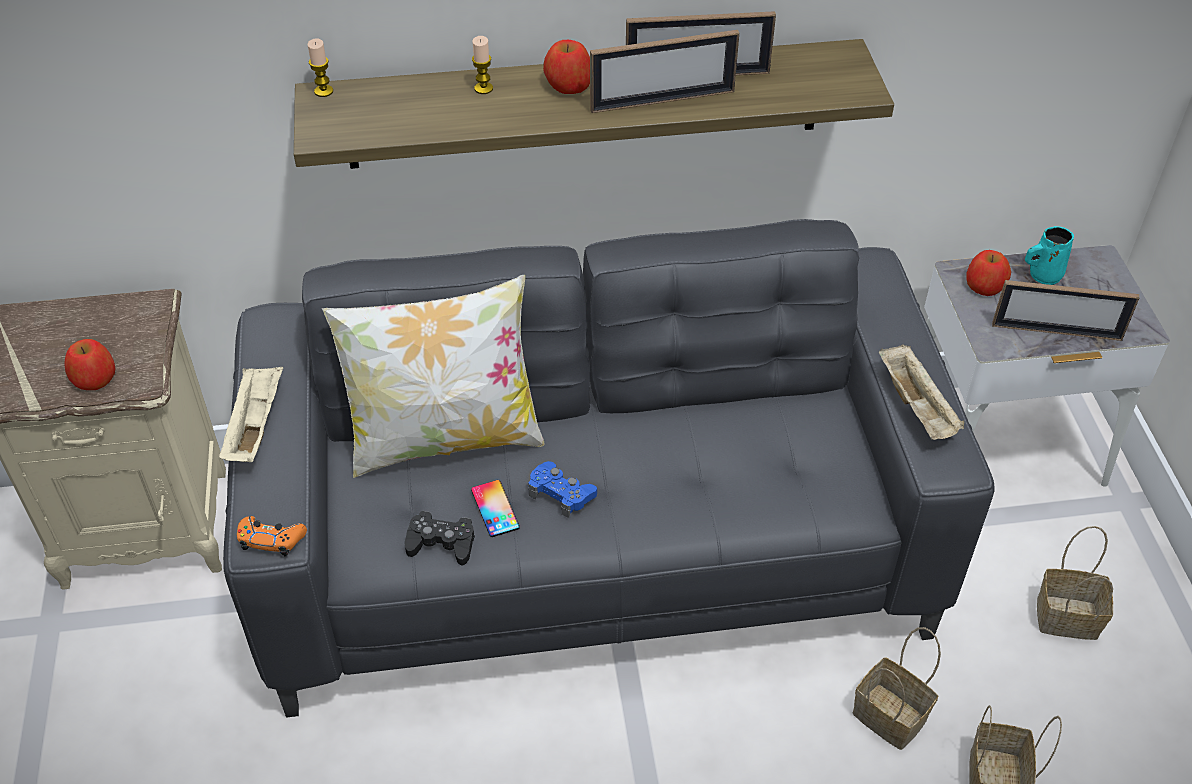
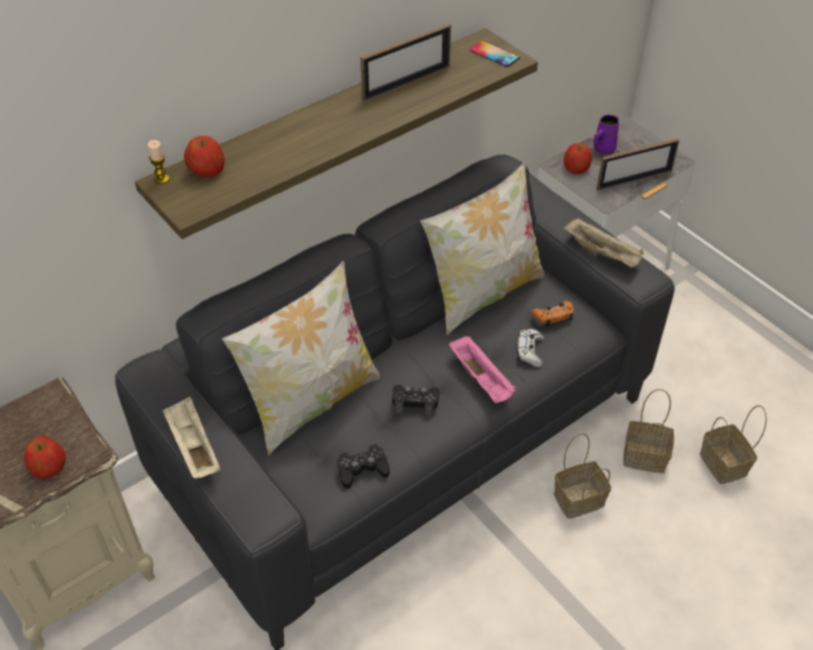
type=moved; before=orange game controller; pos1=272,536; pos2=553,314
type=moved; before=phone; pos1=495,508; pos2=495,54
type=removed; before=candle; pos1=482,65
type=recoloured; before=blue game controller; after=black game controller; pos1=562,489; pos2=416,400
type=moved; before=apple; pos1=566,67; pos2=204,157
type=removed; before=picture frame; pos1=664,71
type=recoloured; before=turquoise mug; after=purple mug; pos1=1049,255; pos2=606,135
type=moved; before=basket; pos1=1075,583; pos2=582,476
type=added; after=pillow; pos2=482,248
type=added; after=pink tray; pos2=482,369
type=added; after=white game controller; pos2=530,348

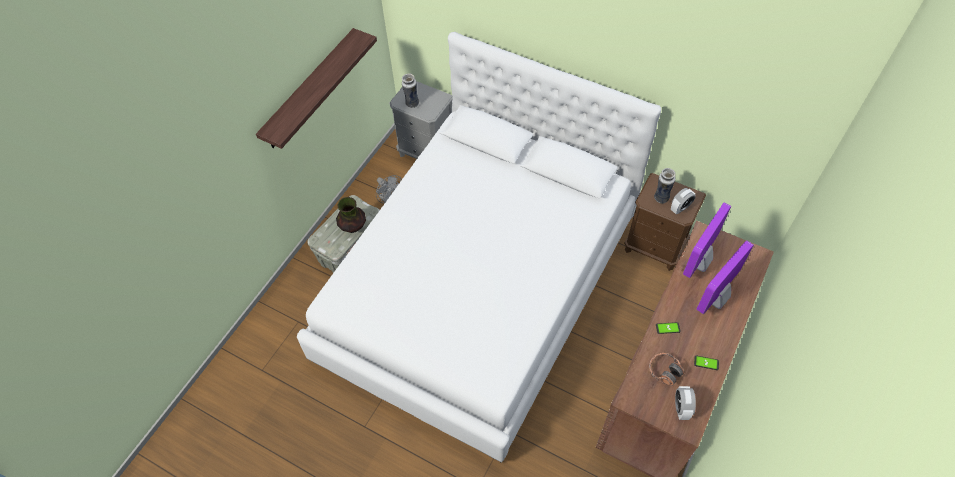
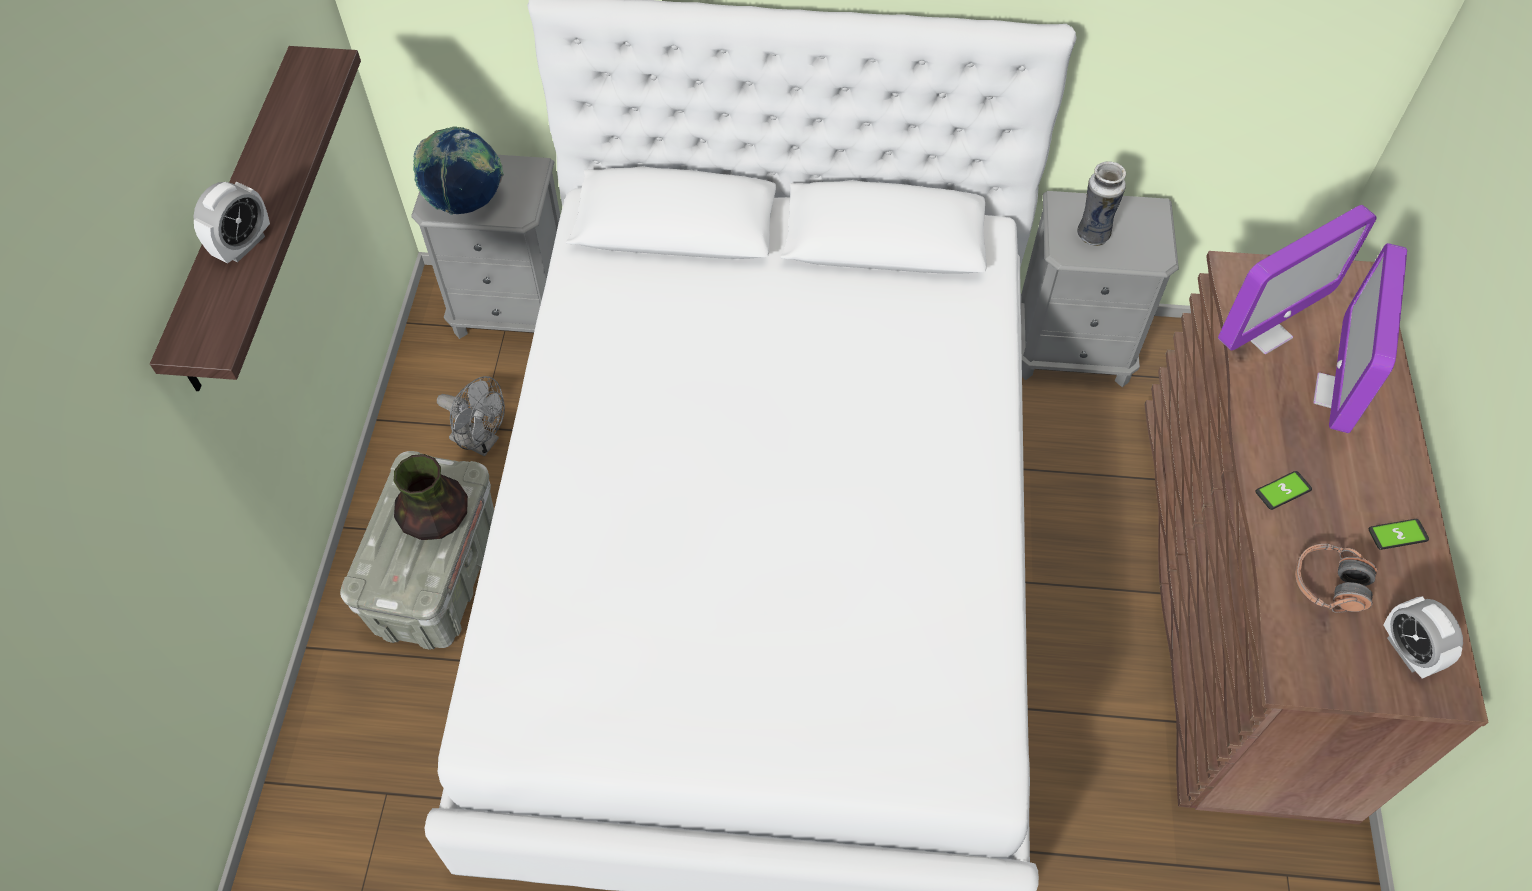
type=replaced; before=vase; after=globe; pos1=410,91; pos2=458,170
type=recoloured; before=brown nightstand; after=grey nightstand; pos1=665,222; pos2=1100,289
type=moved; before=alarm clock; pos1=683,201; pos2=232,222
type=turned; before=monitor; pos1=707,240; pos2=1297,279; turn=-135

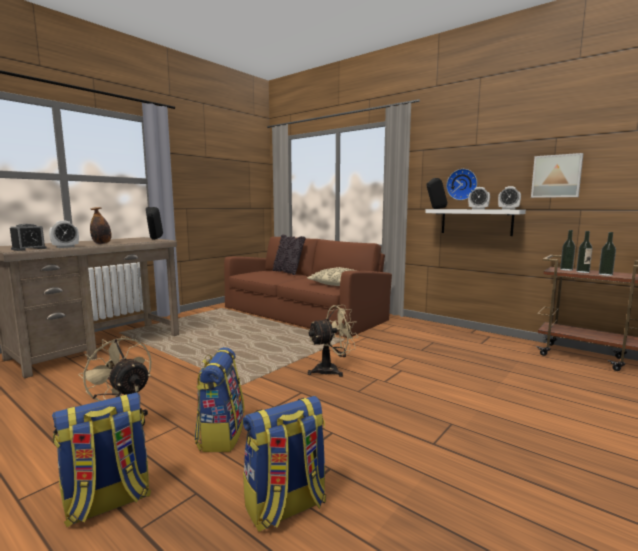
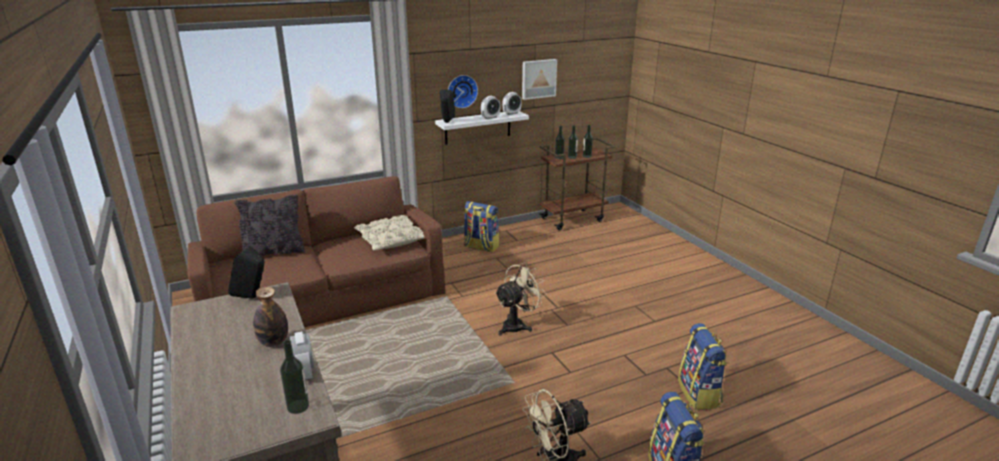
type=replaced; before=alarm clock; after=bottle; pos1=28,237; pos2=294,377
type=moved; before=backpack; pos1=219,399; pos2=481,226
type=turned; before=beige fan; pos1=333,341; pos2=521,299; turn=45

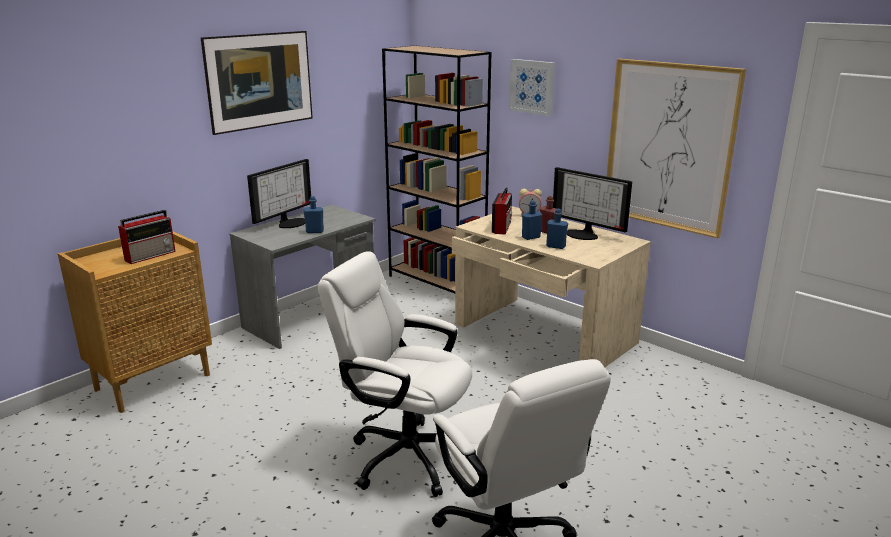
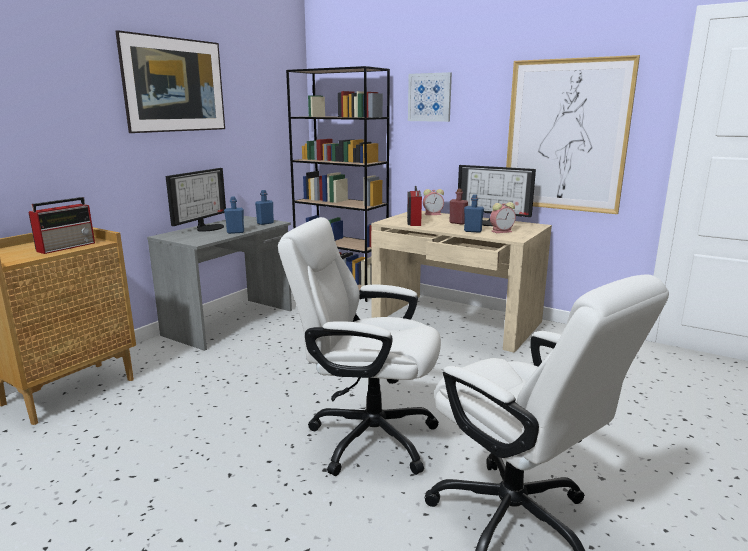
type=moved; before=blue bottle; pos1=532,220; pos2=264,207
type=added; after=alarm clock; pos2=503,217

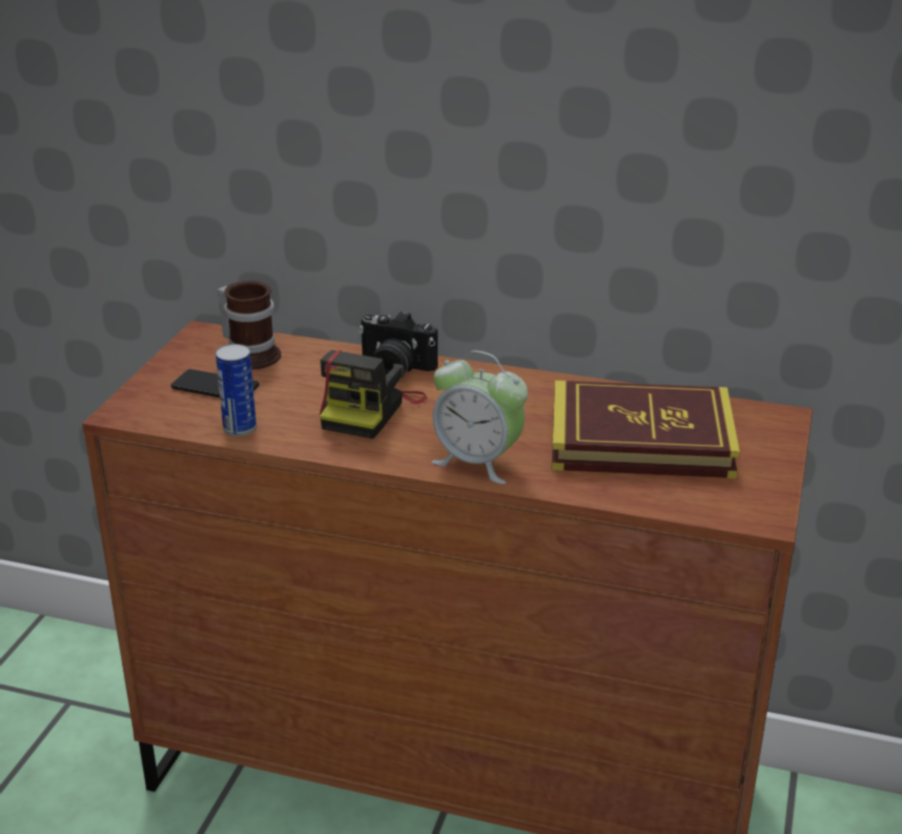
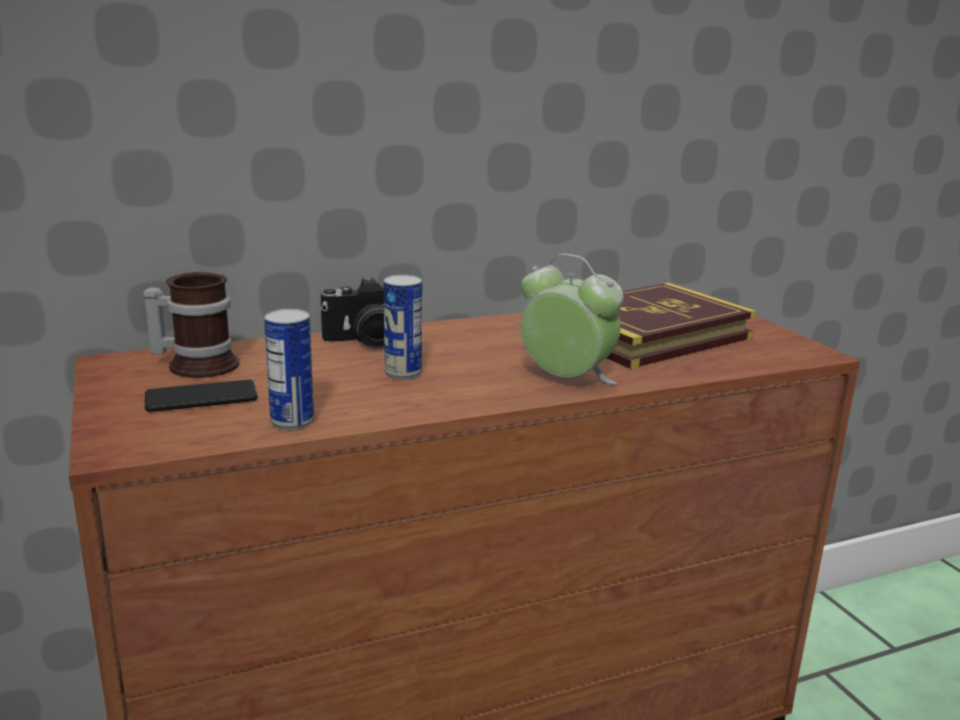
type=replaced; before=photo camera; after=can; pos1=373,394; pos2=403,327
type=turned; before=alarm clock; pos1=480,417; pos2=572,319; turn=-135

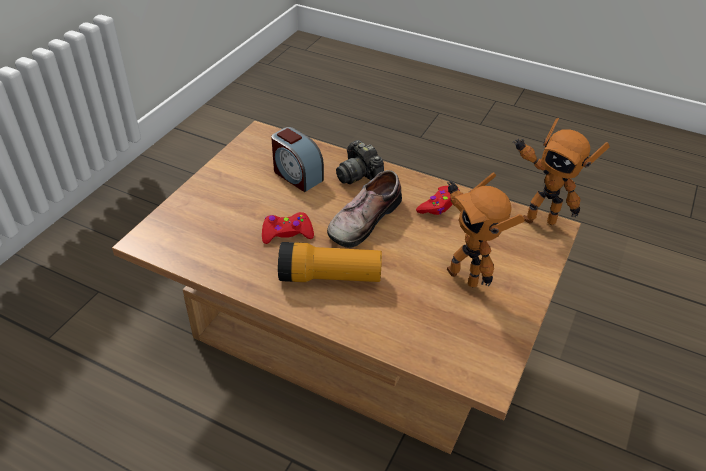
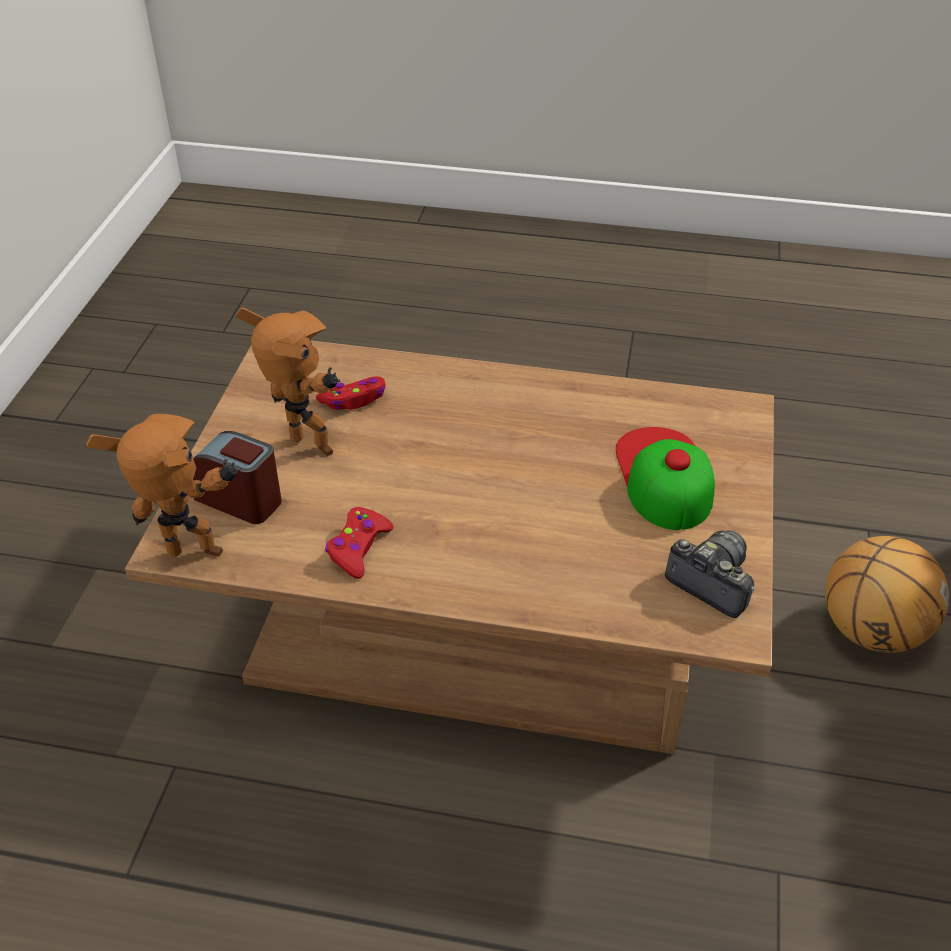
type=moved; before=red game controller; pos1=288,228; pos2=351,393
type=moved; before=alarm clock; pos1=297,159; pos2=237,477
type=removed; before=flashlight; pos1=330,262
type=removed; before=shoe; pos1=364,209
type=moved; before=photo camera; pos1=360,162; pos2=710,574
type=added; after=cap; pos2=665,478
type=added; after=basketball; pos2=887,594

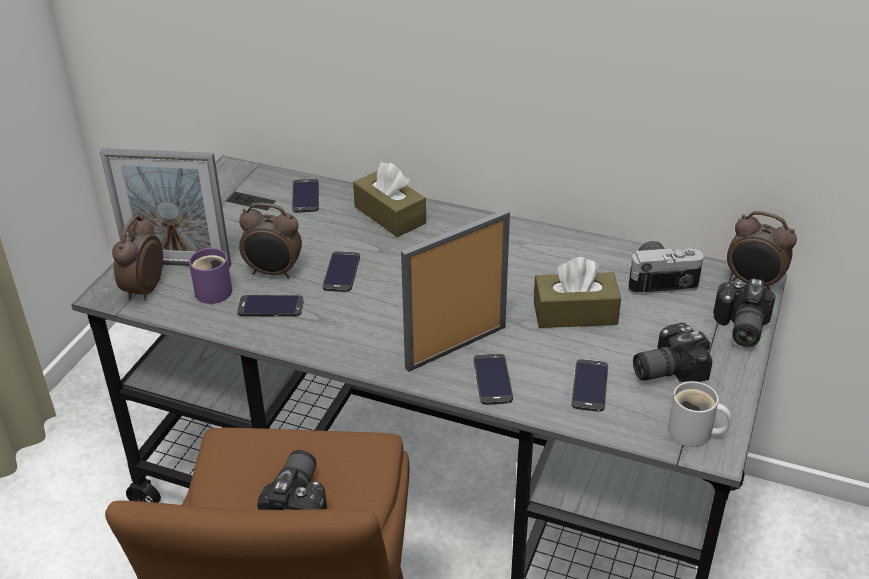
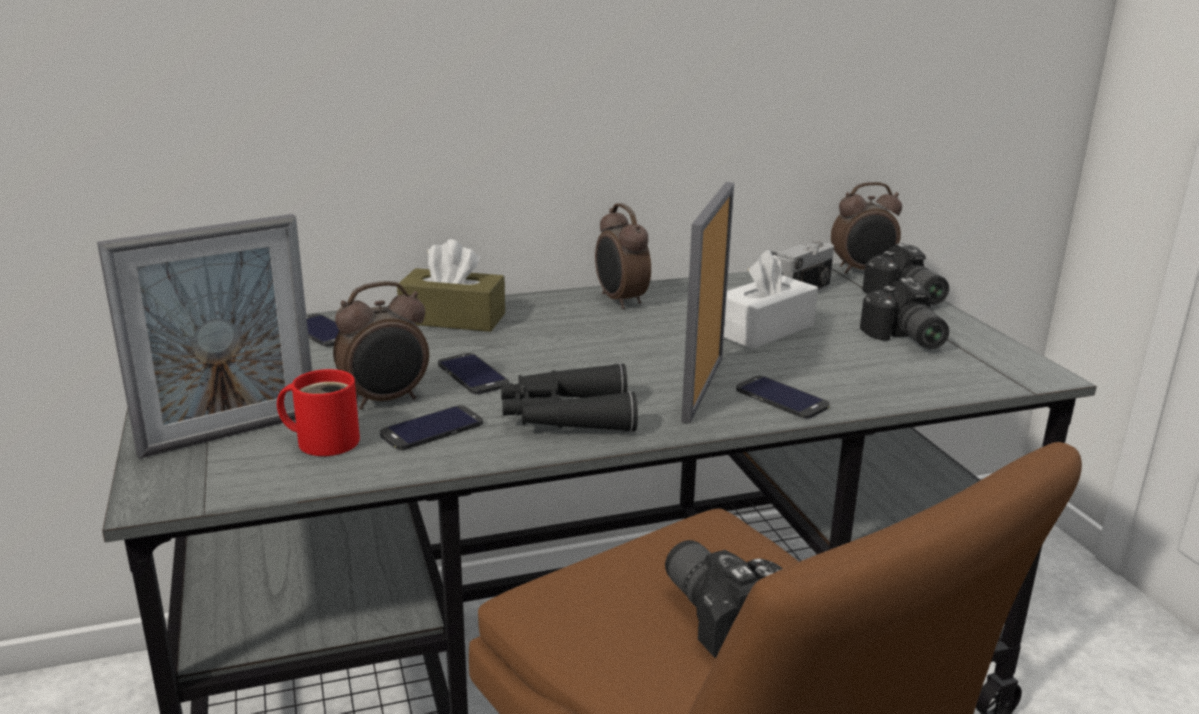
type=moved; before=alarm clock; pos1=137,257; pos2=623,256
type=recoloured; before=purple mug; after=red mug; pos1=210,276; pos2=318,412
type=recoloured; before=brown tissue box; after=white tissue box; pos1=577,292; pos2=771,299
type=removed; before=phone; pos1=589,385
type=turned; before=photo camera; pos1=673,352; pos2=904,313; turn=-45
type=removed; before=white mug; pos1=700,414
type=added; after=black binoculars; pos2=569,397

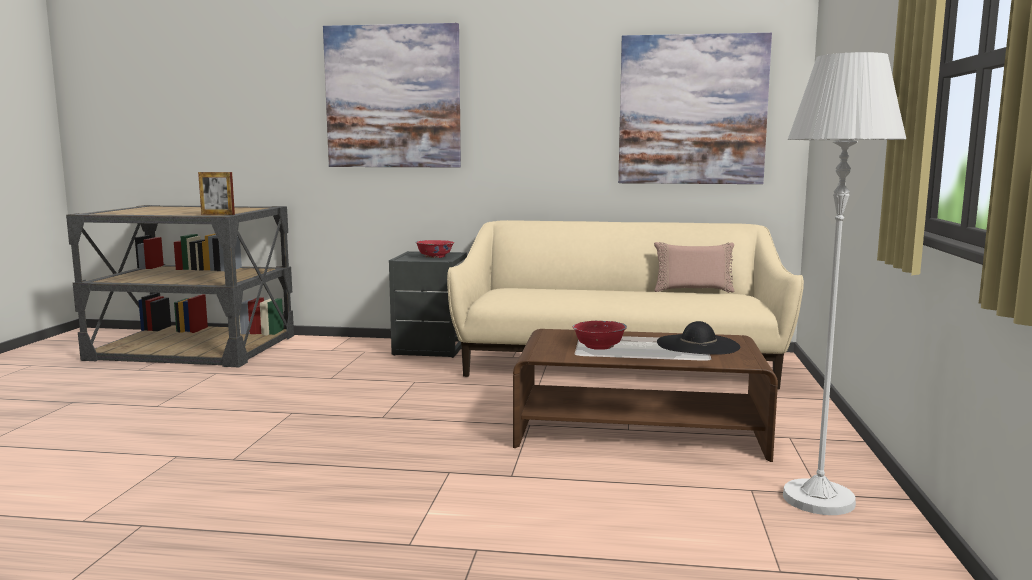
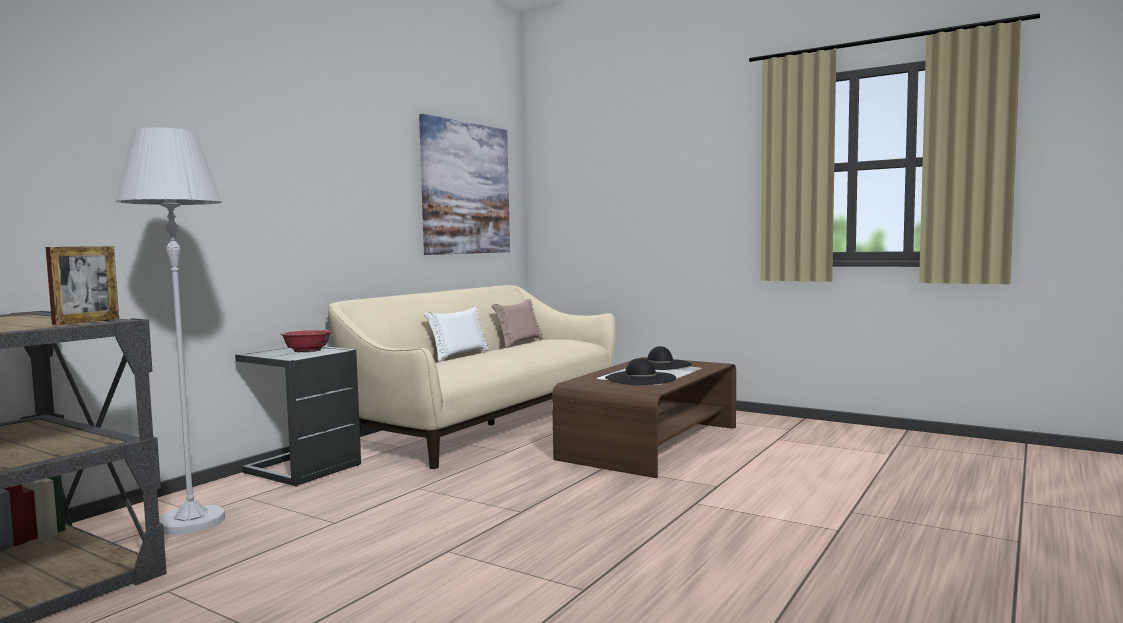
type=removed; before=picture; pos1=392,95
type=replaced; before=red bowl; after=black hat; pos1=600,335; pos2=640,371
type=moved; before=white floor lamp; pos1=844,283; pos2=170,331
type=added; after=white pillow; pos2=456,334

